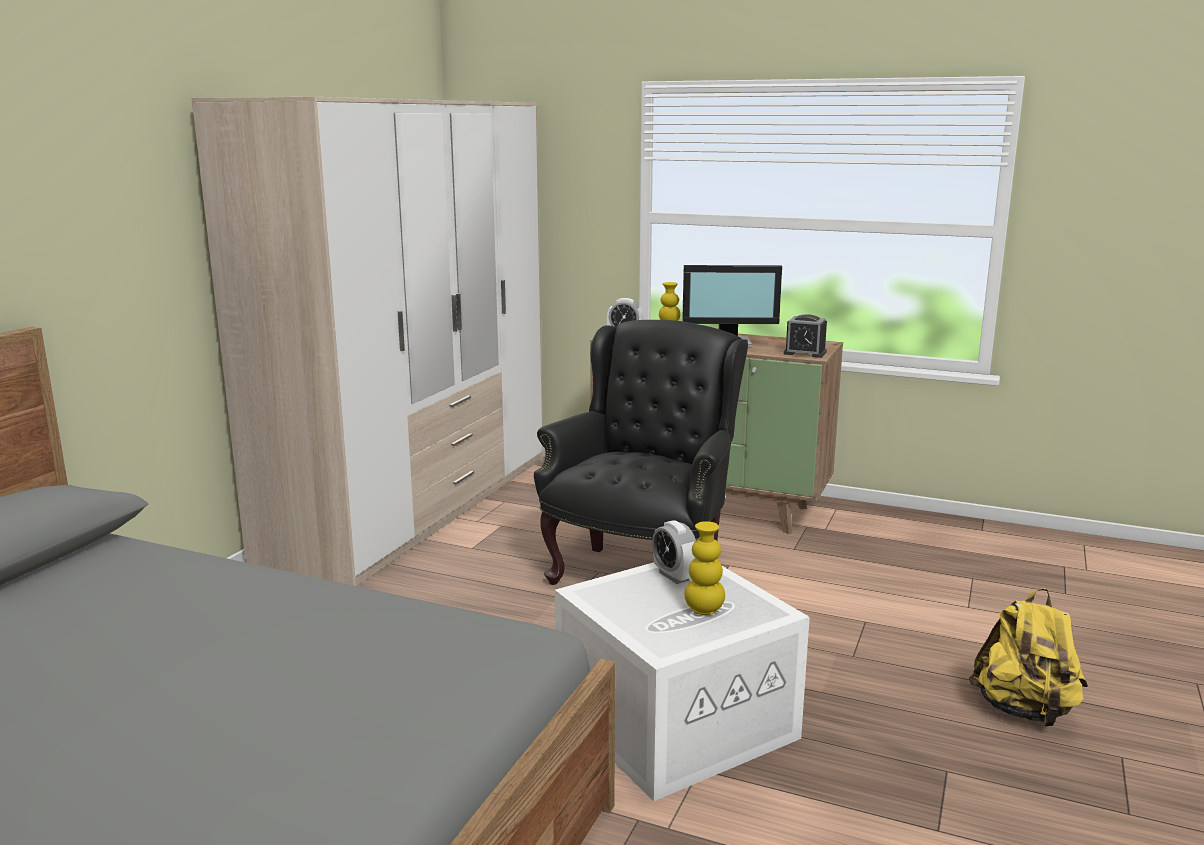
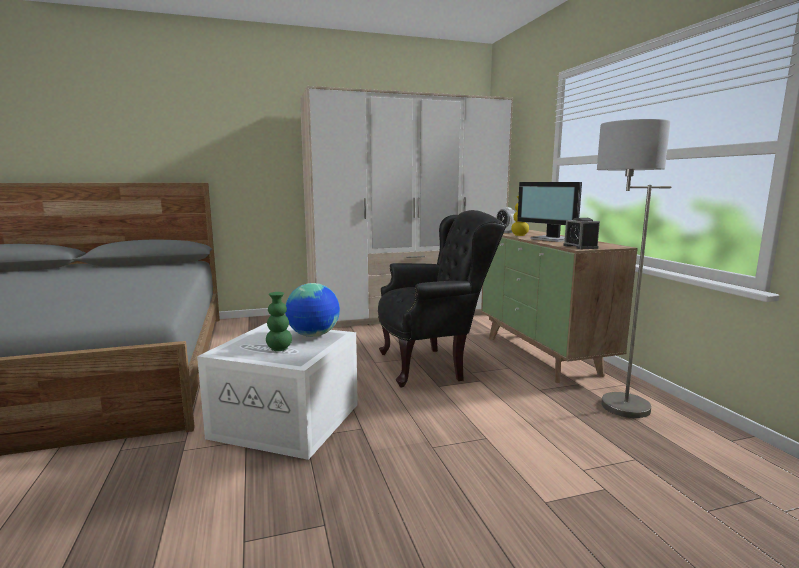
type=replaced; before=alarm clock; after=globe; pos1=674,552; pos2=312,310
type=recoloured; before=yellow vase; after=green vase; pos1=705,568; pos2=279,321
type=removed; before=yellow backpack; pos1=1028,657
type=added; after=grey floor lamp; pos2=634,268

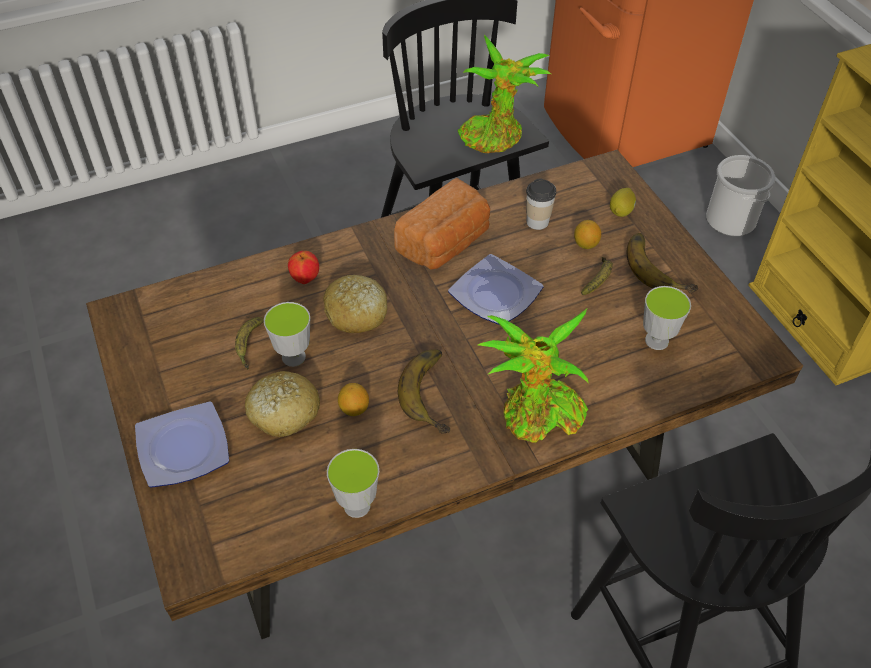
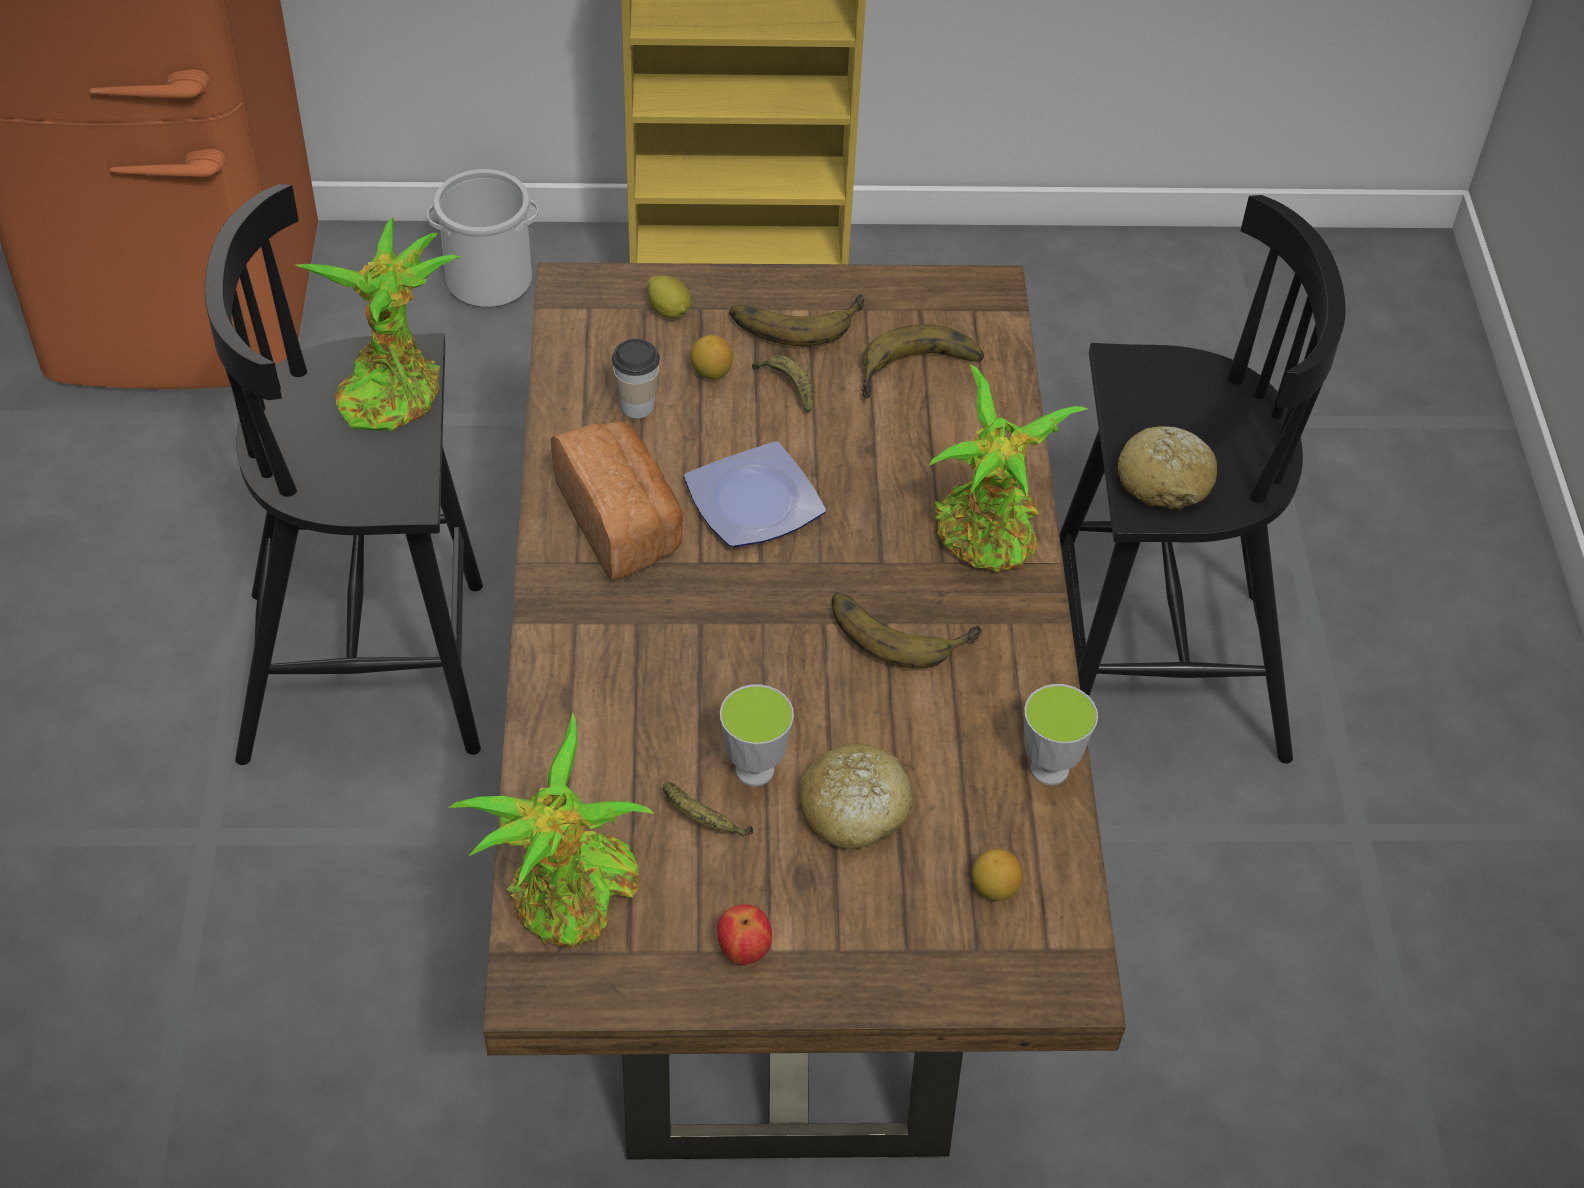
type=removed; before=plate; pos1=182,444
type=moved; before=apple; pos1=303,267; pos2=744,934
type=moved; before=bread; pos1=355,304; pos2=1167,467
type=moved; before=lemon; pos1=353,399; pos2=997,875
type=replaced; before=cup; after=banana; pos1=667,318; pos2=922,361
type=added; after=potted plant; pos2=551,830

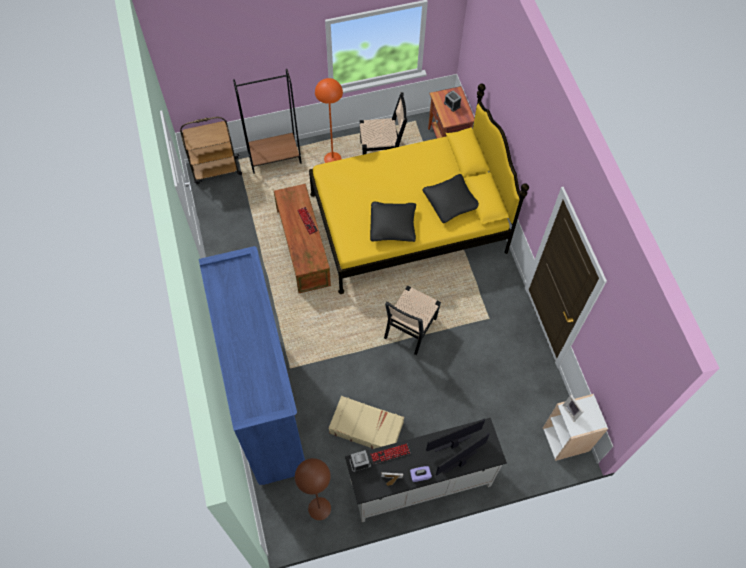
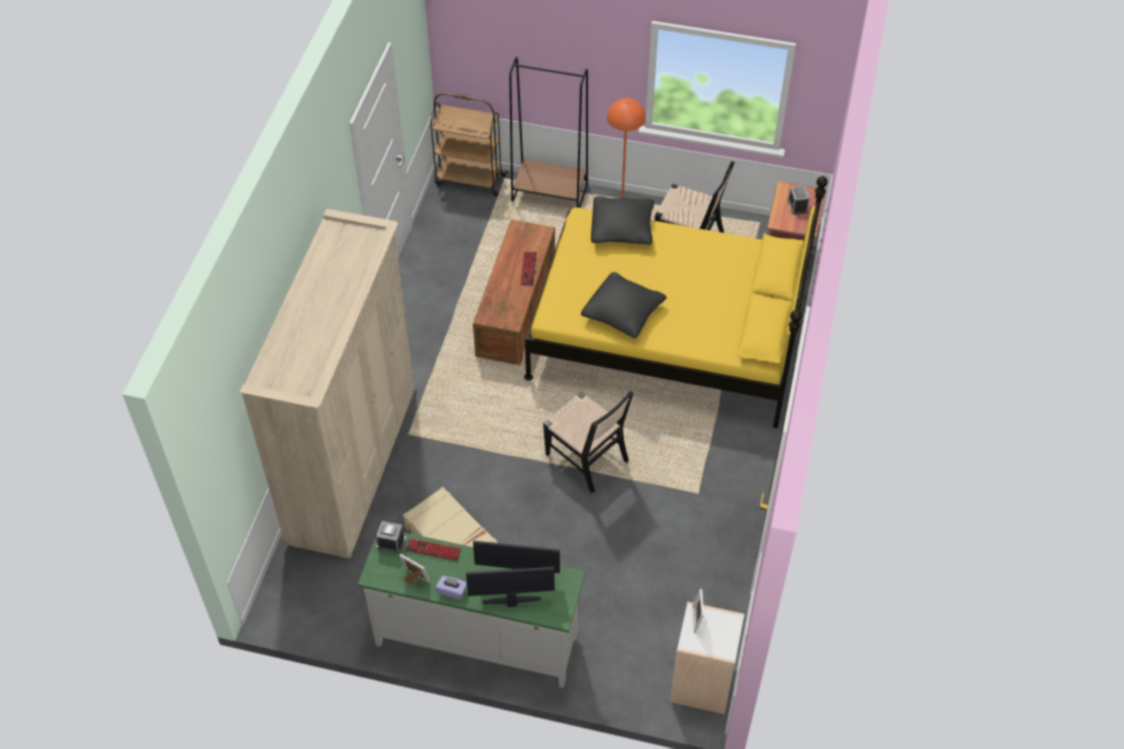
type=recoloured; before=blue wardrobe; after=beige wardrobe; pos1=252,365; pos2=327,383
type=removed; before=brown floor lamp; pos1=313,489
type=recoloured; before=black dresser; after=green dresser; pos1=426,470; pos2=471,610
type=turned; before=chair; pos1=412,320; pos2=588,441; turn=-105
type=moved; before=black pillow; pos1=450,198; pos2=623,220

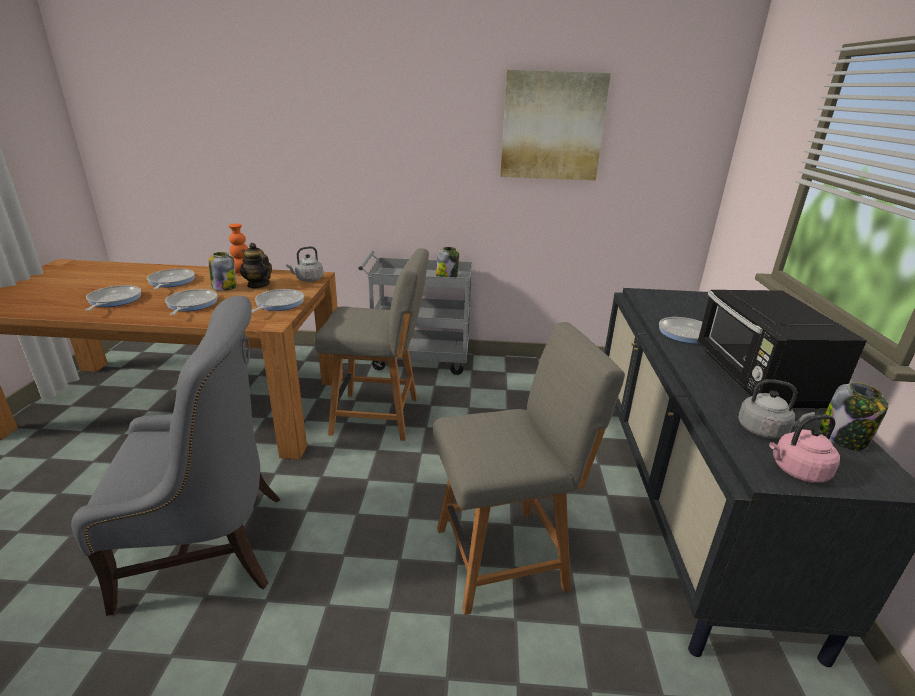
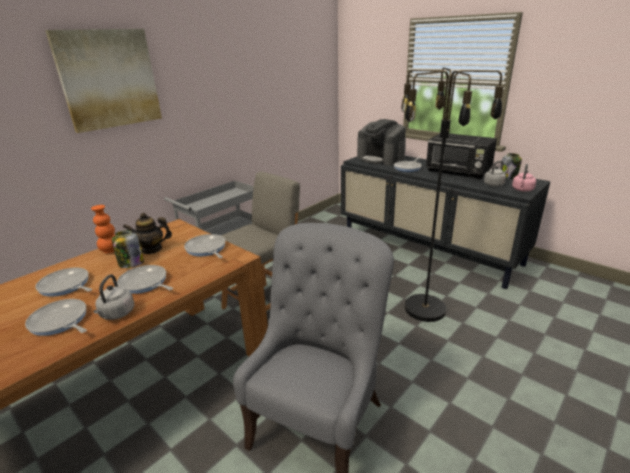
type=moved; before=grey kettle; pos1=304,264; pos2=113,297
type=replaced; before=grey chair; after=floor lamp; pos1=528,468; pos2=452,194
type=removed; before=jar; pos1=447,262
type=moved; before=picture; pos1=555,125; pos2=103,81
type=added; after=coffee machine; pos2=381,142

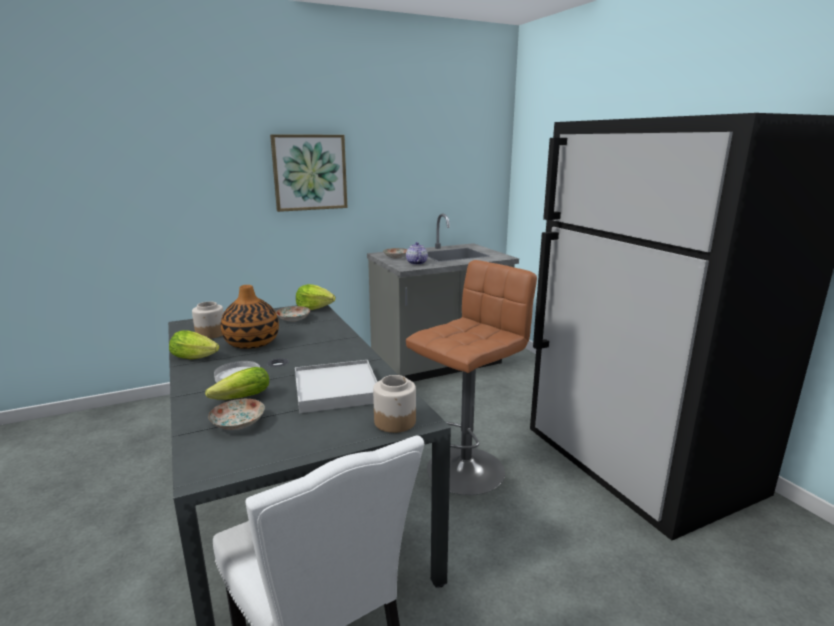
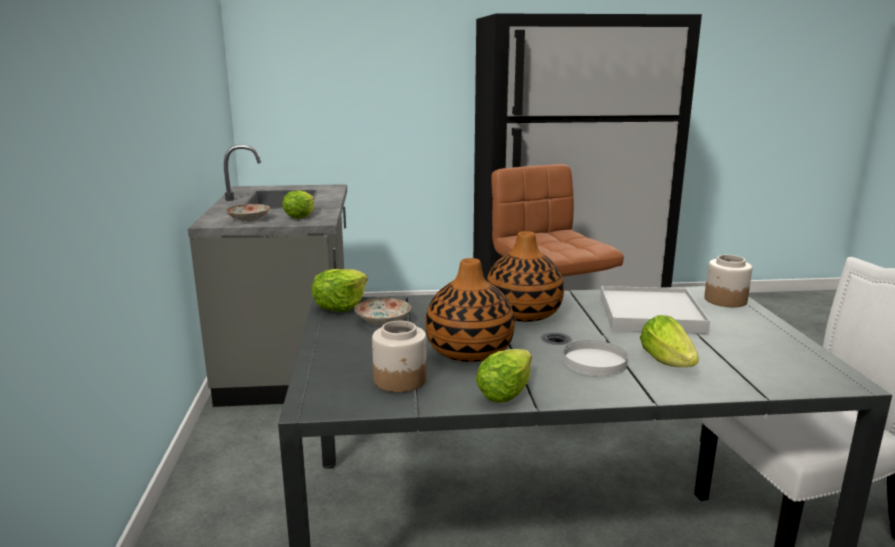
type=removed; before=plate; pos1=236,414
type=removed; before=picture; pos1=309,173
type=replaced; before=teapot; after=lettuce; pos1=417,253; pos2=298,204
type=added; after=vase; pos2=525,276

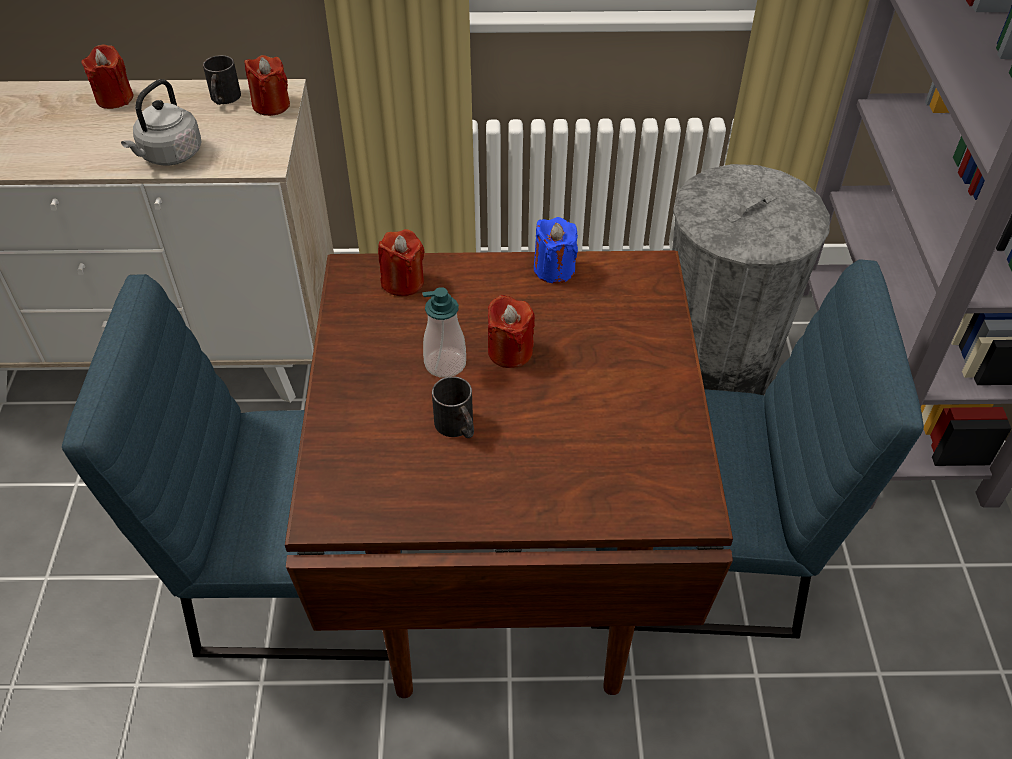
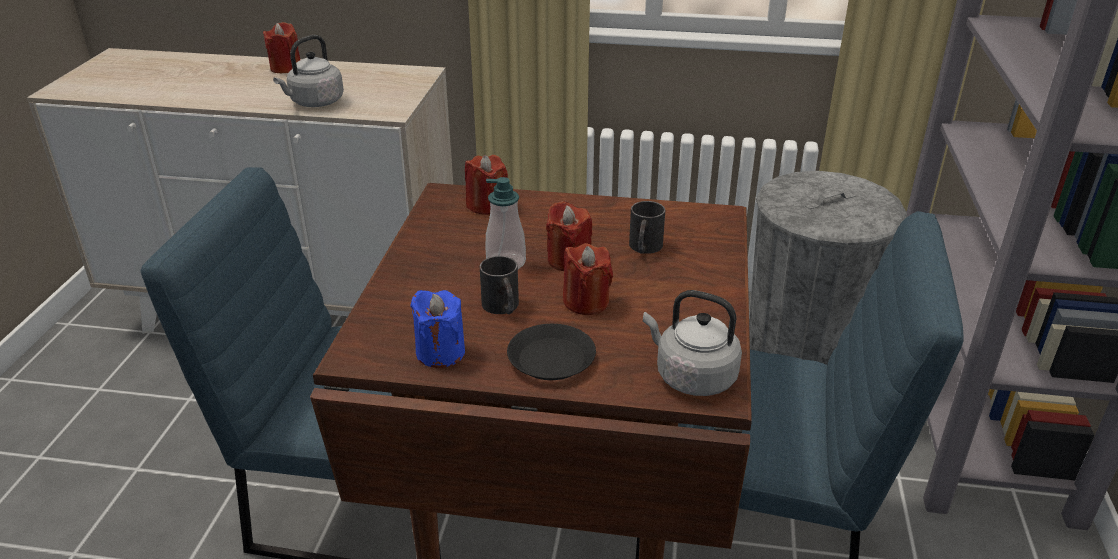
type=moved; before=black mug; pos1=222,80; pos2=647,227
type=moved; before=red candle; pos1=267,85; pos2=588,279
type=moved; before=blue candle; pos1=555,250; pos2=437,329
type=added; after=black plate; pos2=551,352
type=added; after=grey kettle; pos2=692,343

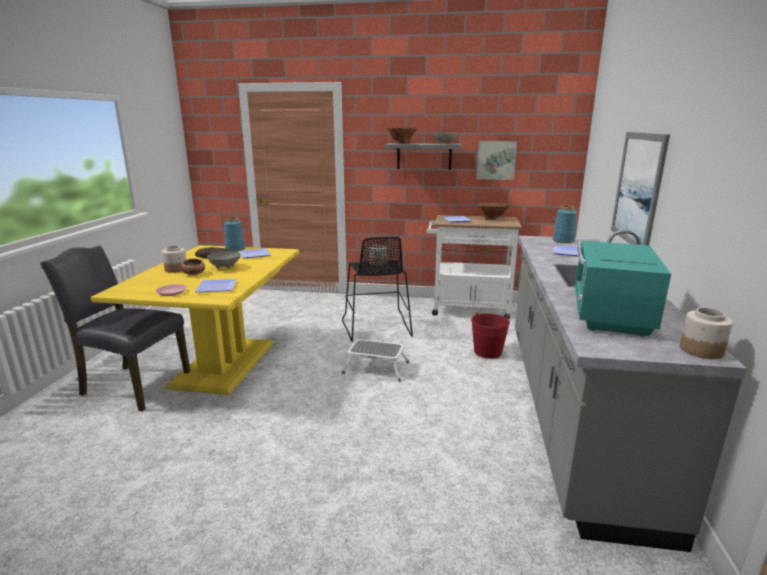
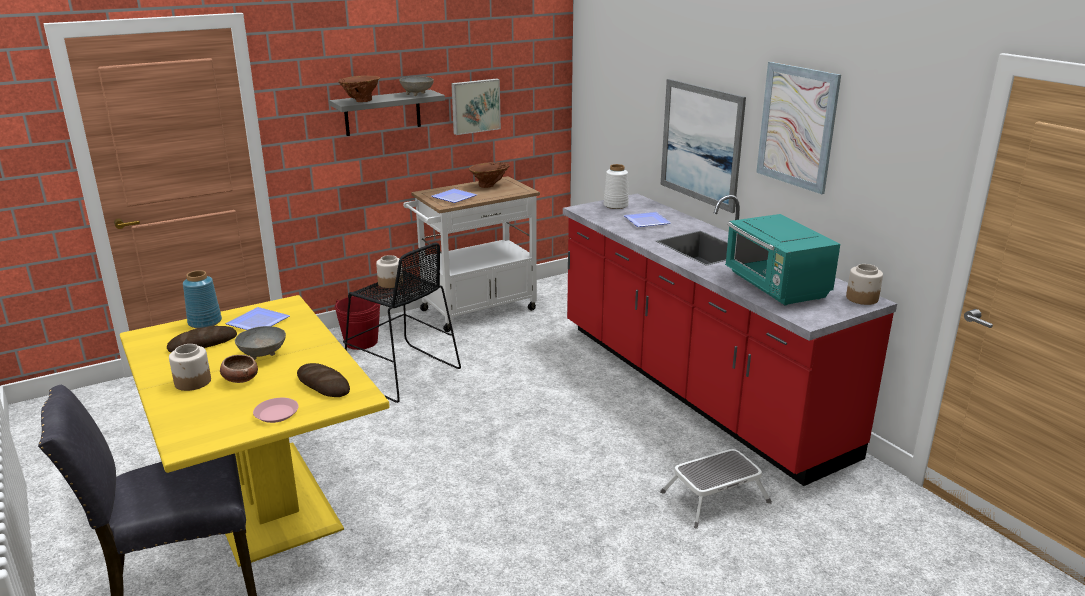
type=replaced; before=plate; after=bread; pos1=216,285; pos2=323,380
type=moved; before=grey step ladder; pos1=375,360; pos2=716,489
type=moved; before=red bucket; pos1=490,336; pos2=357,323
type=recoloured; before=grey counter; after=red counter; pos1=631,391; pos2=730,340
type=recoloured; before=blue vase; after=white vase; pos1=564,224; pos2=616,186
type=added; after=picture; pos2=798,128

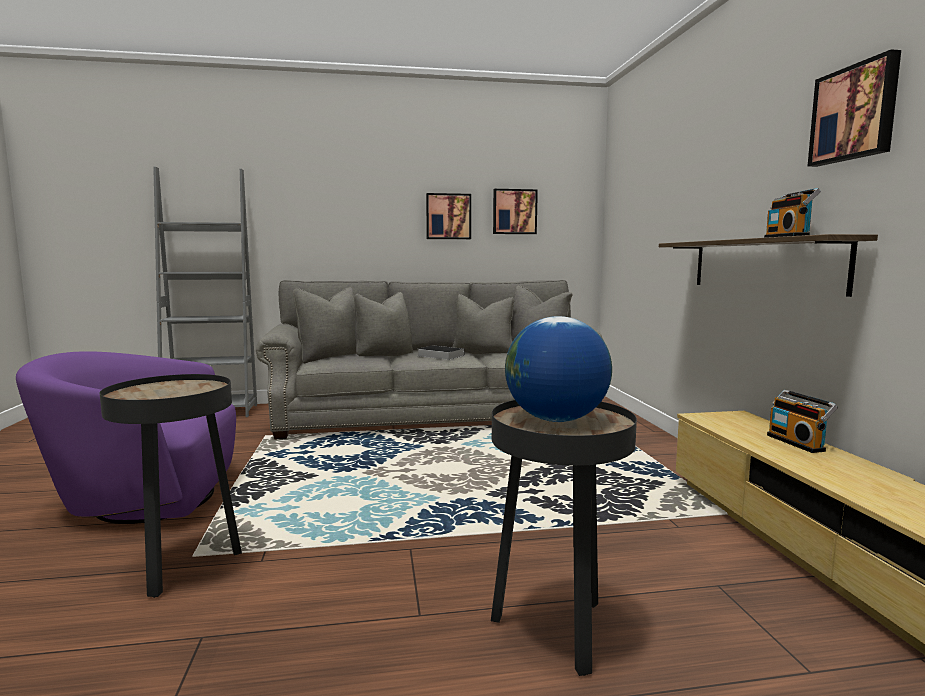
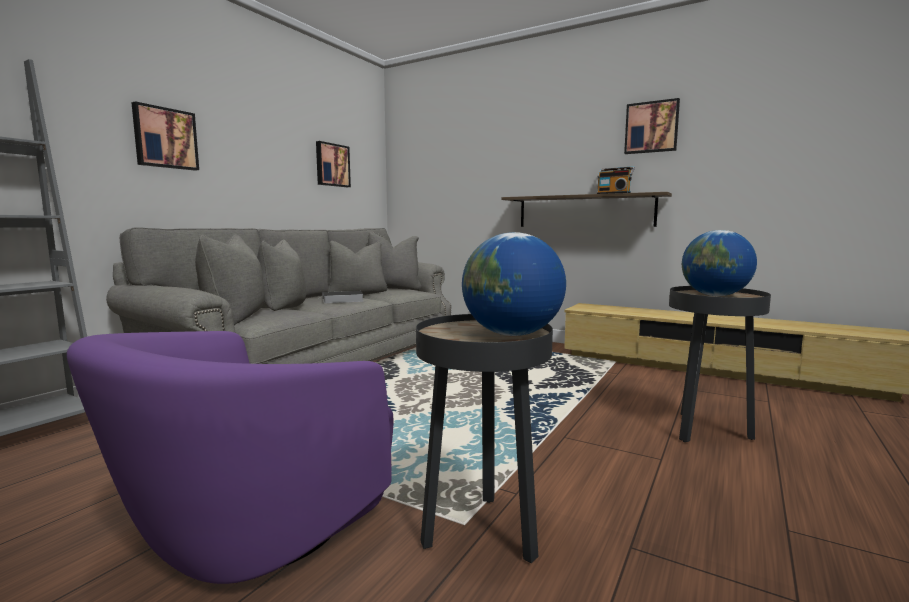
type=moved; before=picture; pos1=448,216; pos2=165,136
type=removed; before=radio; pos1=802,421
type=added; after=globe; pos2=514,284

